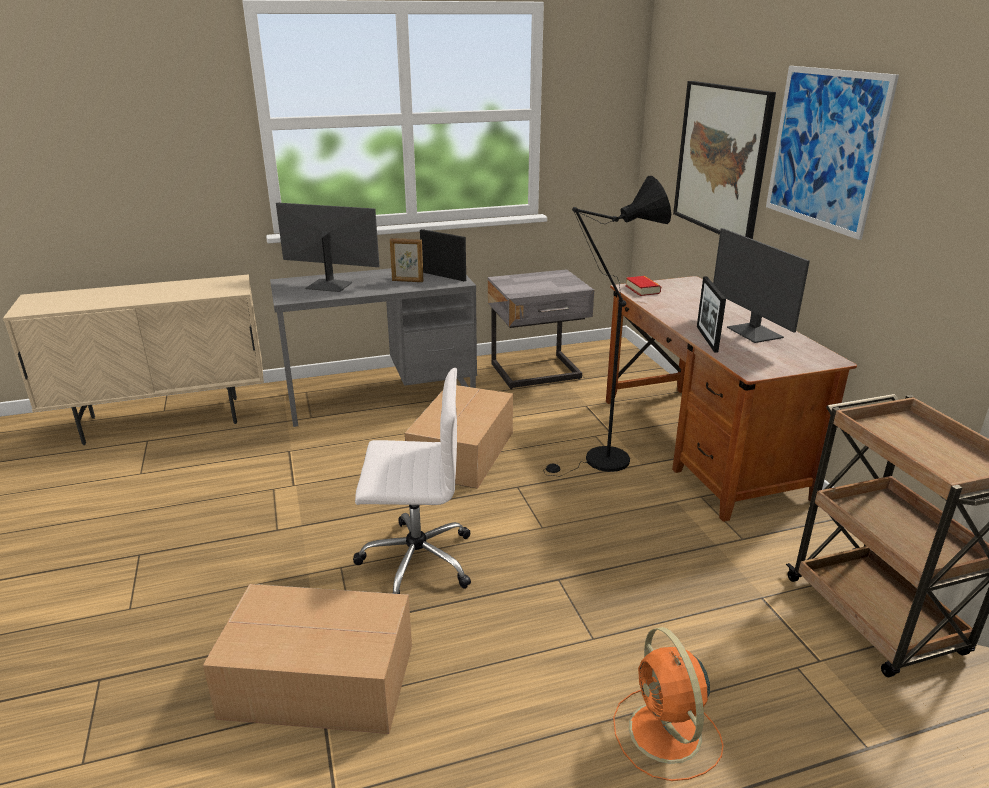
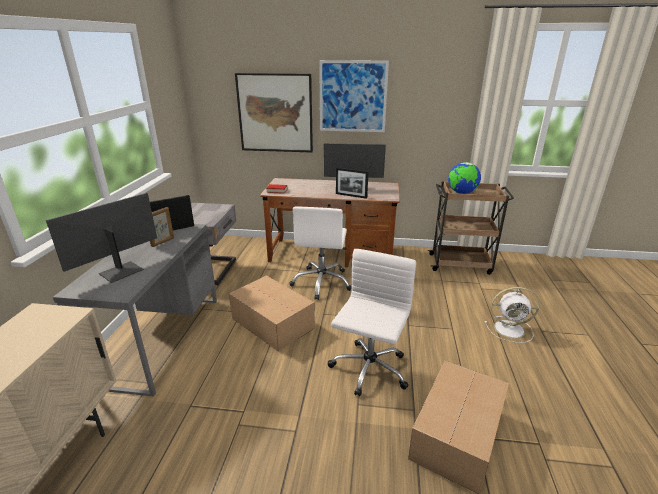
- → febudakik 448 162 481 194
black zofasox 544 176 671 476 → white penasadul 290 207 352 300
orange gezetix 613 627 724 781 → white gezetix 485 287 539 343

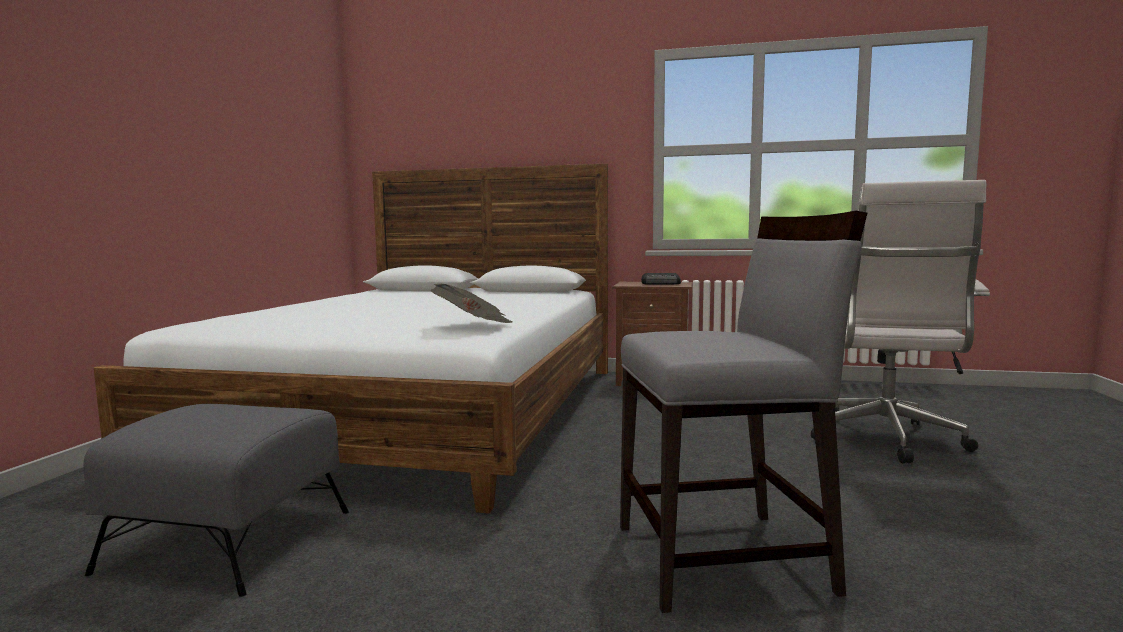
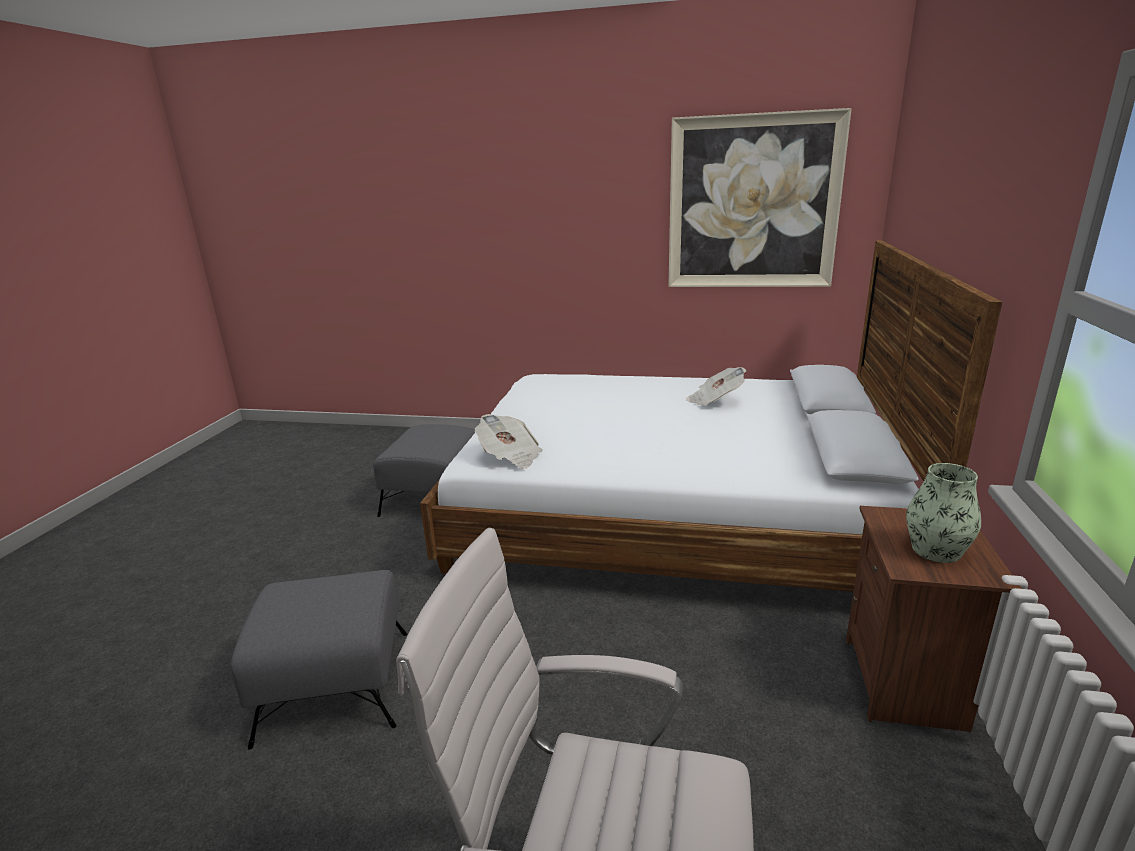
- → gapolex 668 108 852 287
- → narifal 686 367 746 406
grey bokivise 620 211 867 613 → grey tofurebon 231 570 407 750
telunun 641 273 681 284 → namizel 906 463 981 563

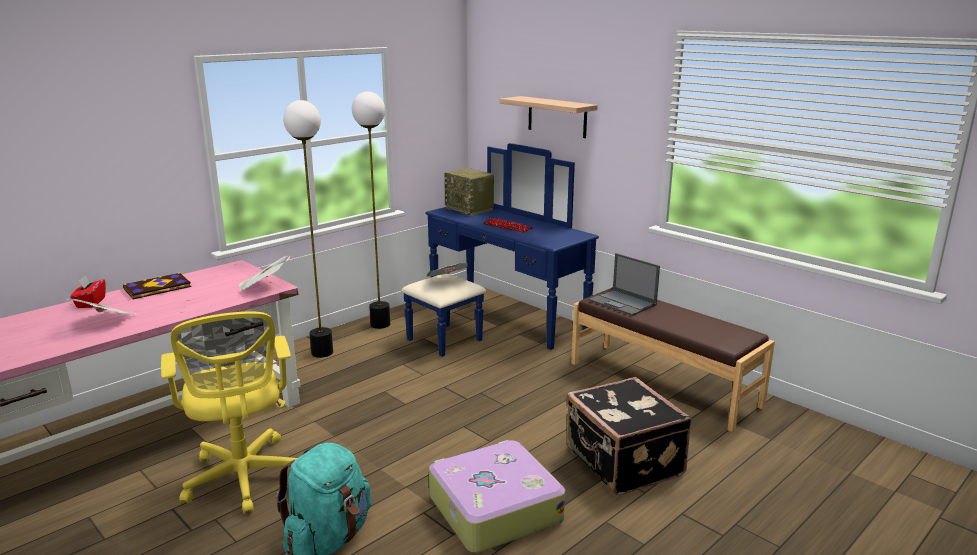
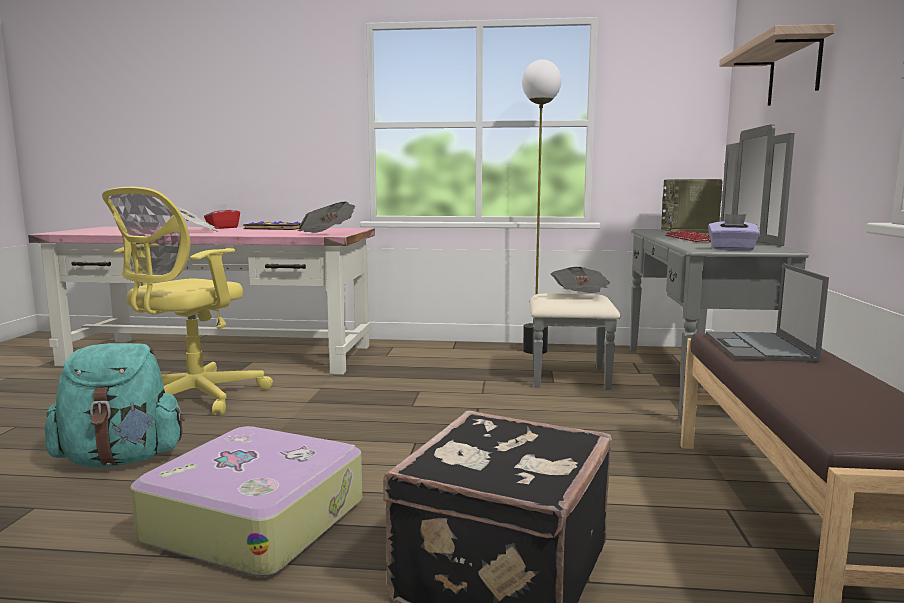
zofasox 283 100 333 358 → -
- → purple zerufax 708 214 760 250
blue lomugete 401 143 599 357 → grey lomugete 530 124 809 424

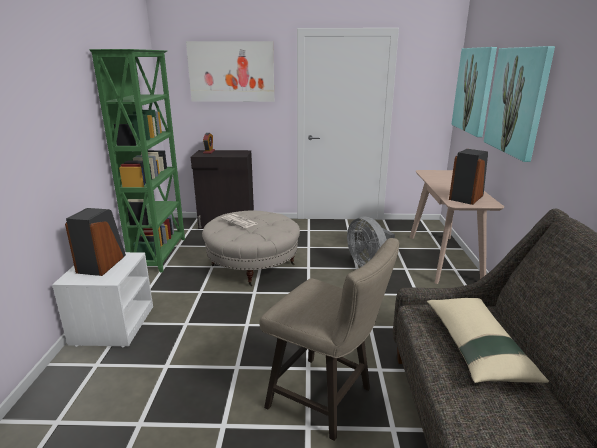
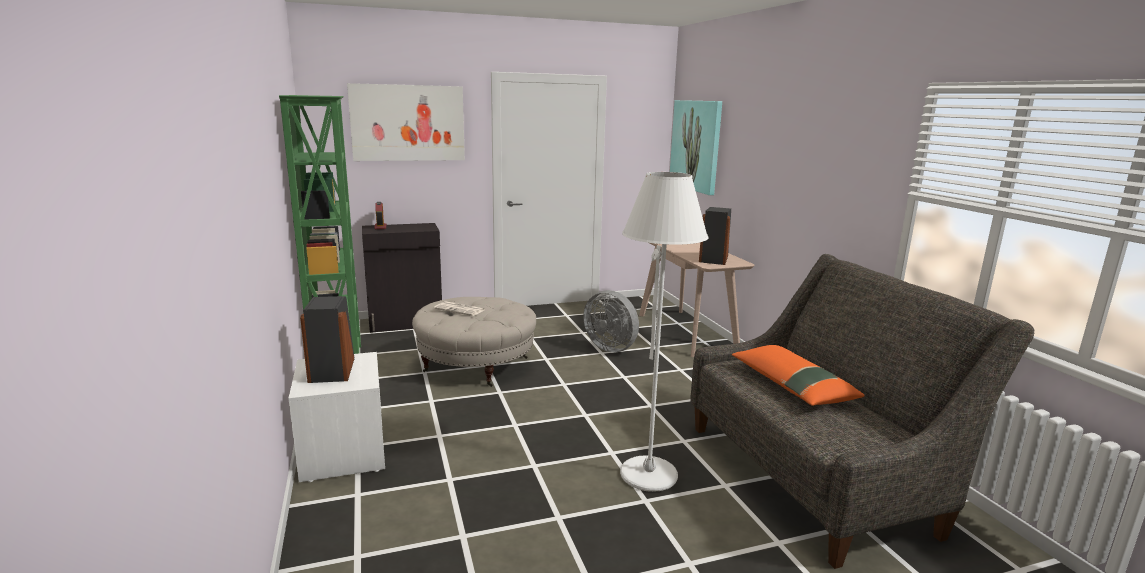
gapolex 484 46 555 162 → -
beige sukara 259 238 400 441 → white zofasox 620 172 708 492
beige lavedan 427 298 549 383 → orange lavedan 732 345 865 406

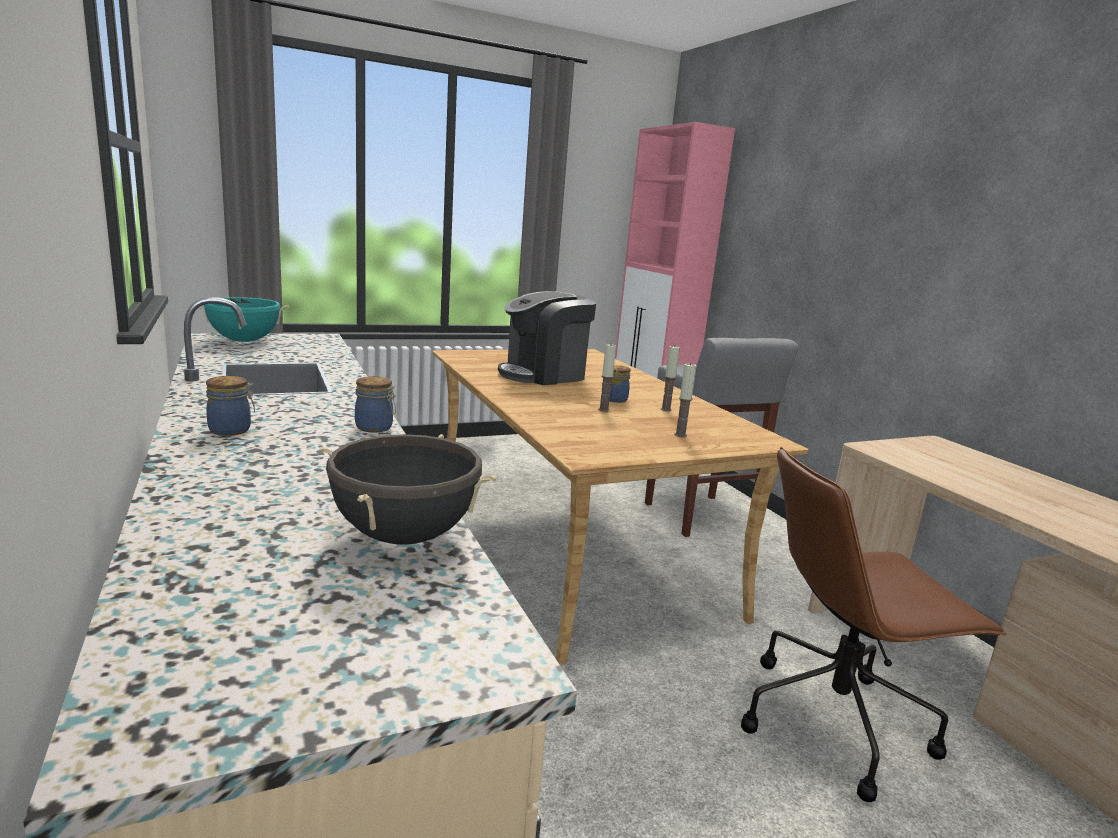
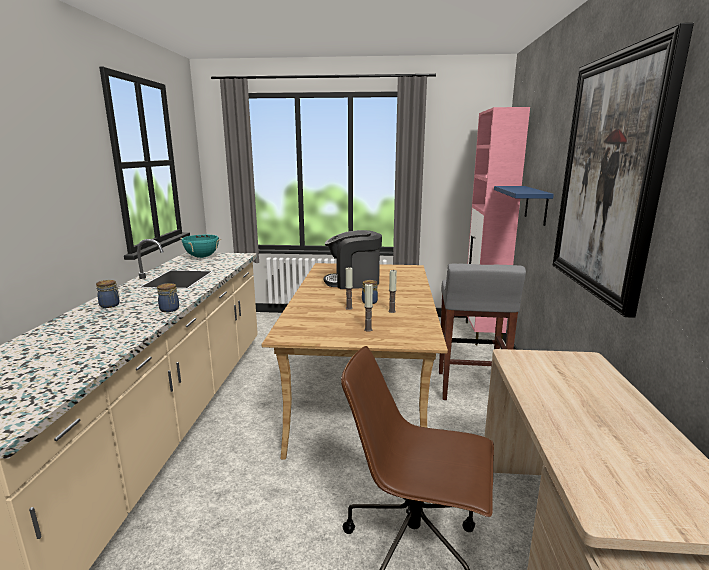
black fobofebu 320 434 497 545 → -
- → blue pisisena 494 186 554 226
- → gapolex 553 23 694 318

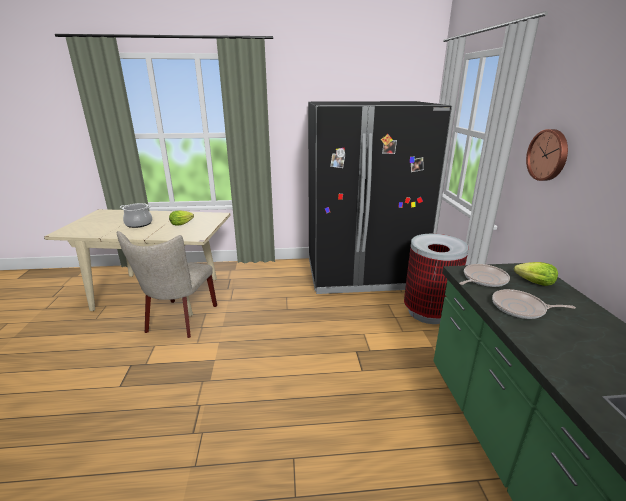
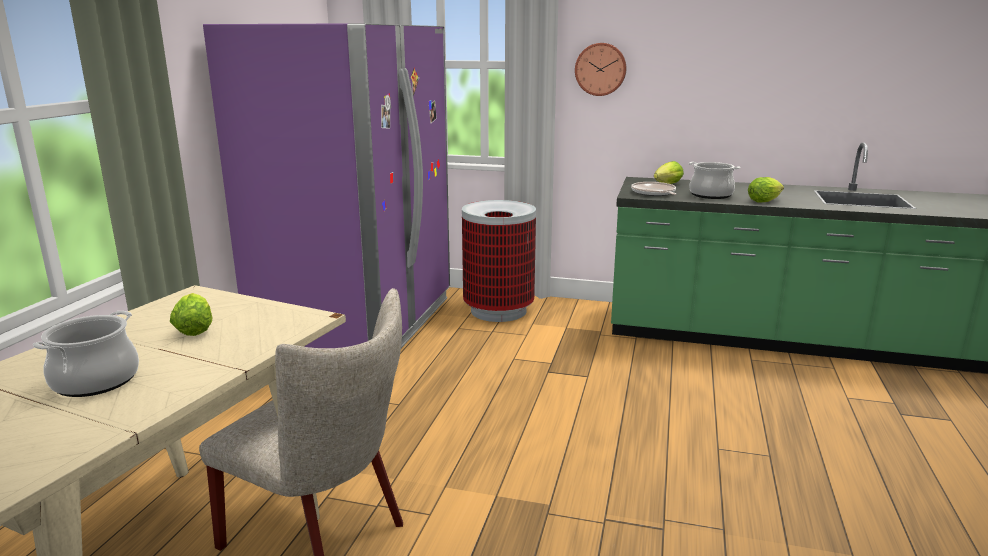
- → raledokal 748 177 784 202
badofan 492 289 576 319 → fobofebu 689 162 741 199
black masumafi 308 101 452 294 → purple masumafi 203 23 450 348

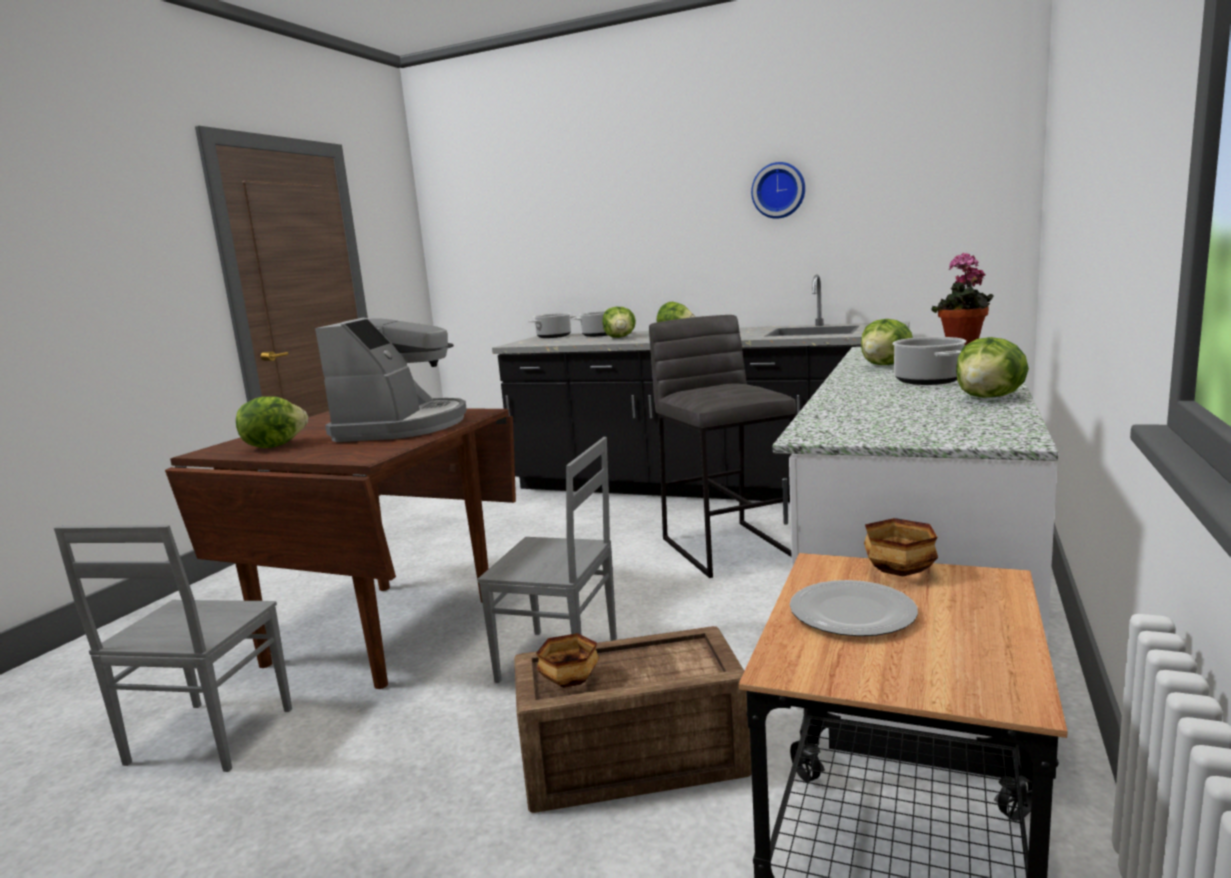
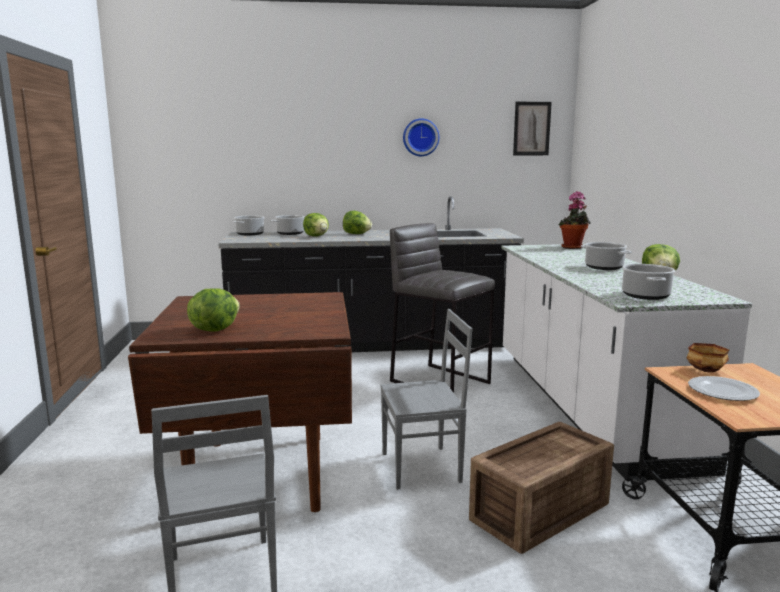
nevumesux 315 318 467 442 → -
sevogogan 536 633 599 688 → -
raledokal 861 319 913 365 → -
- → gapolex 513 102 552 155
- → fobofebu 622 264 675 300

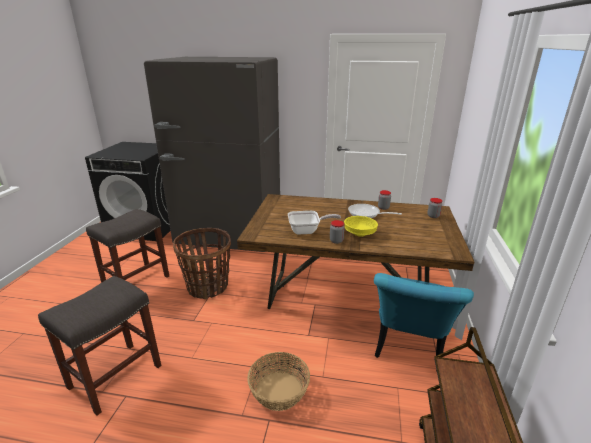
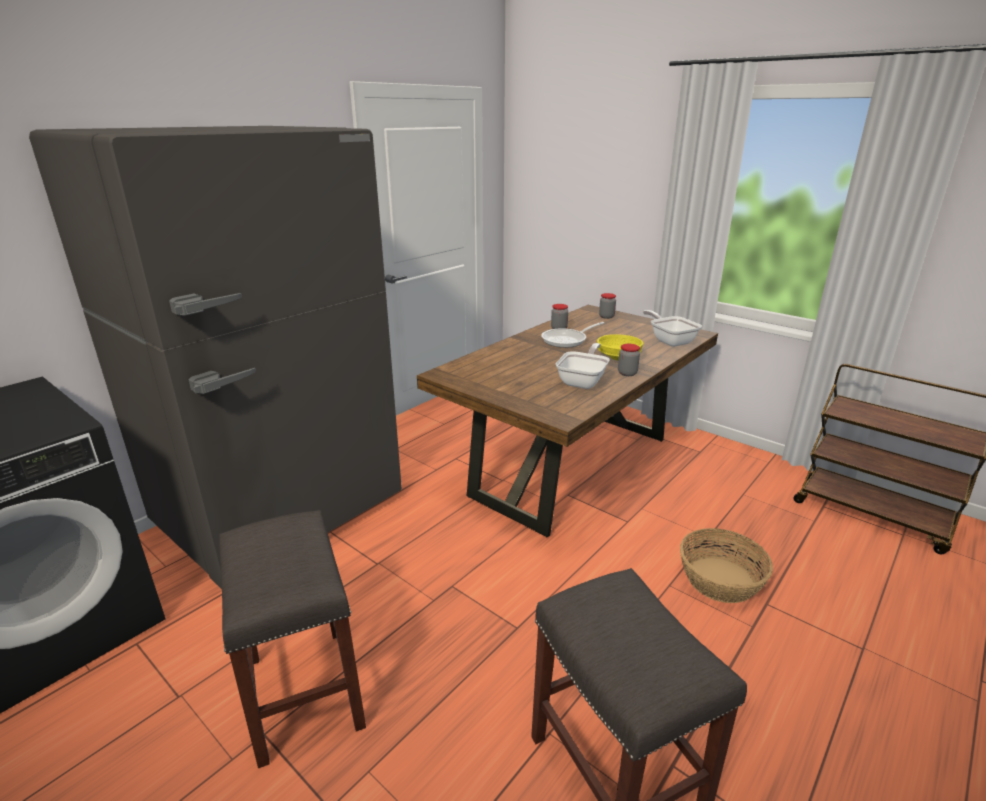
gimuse 173 228 231 299 → -
turquoise bokivise 374 273 474 372 → -
- → badofan 643 310 702 347

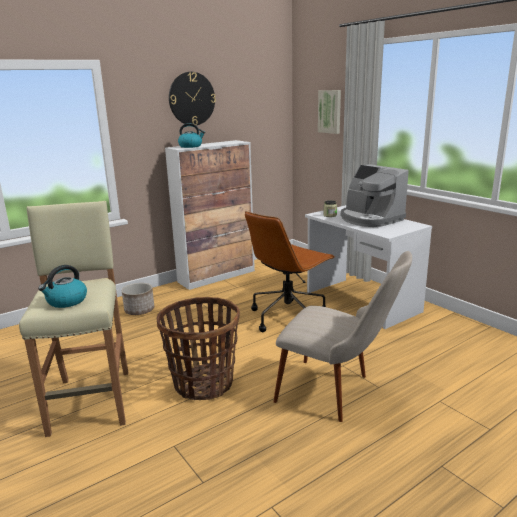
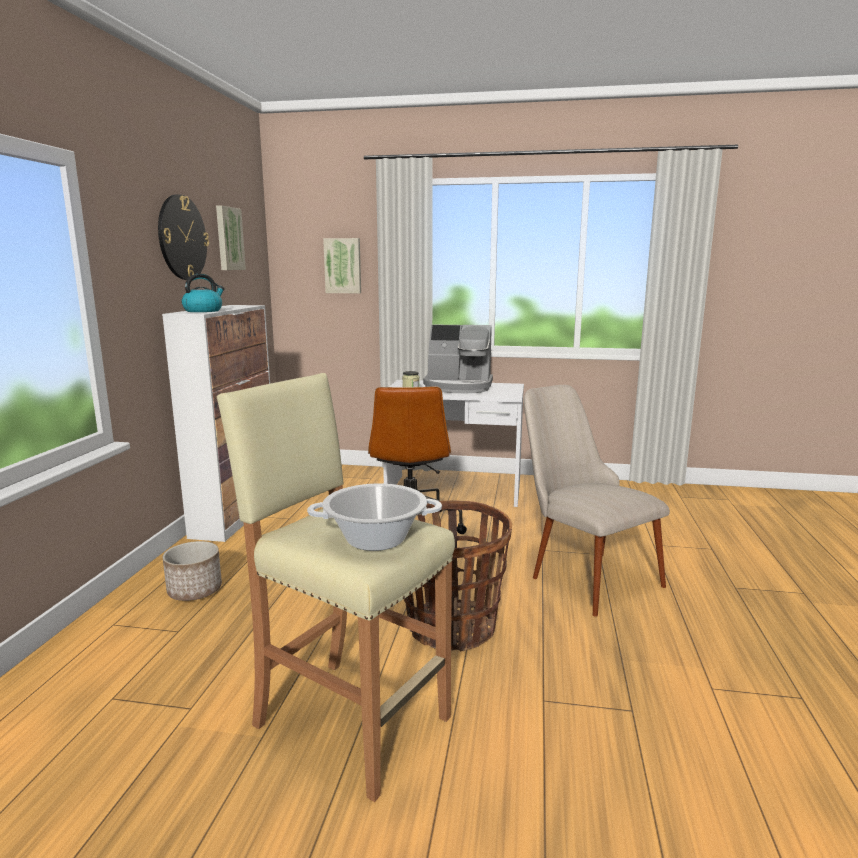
- → gapolex 216 205 246 270
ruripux 38 265 87 308 → fobofebu 307 484 442 551
beige bokivise 273 251 412 422 → beige bokivise 524 385 670 617, 105 degrees counterclockwise

